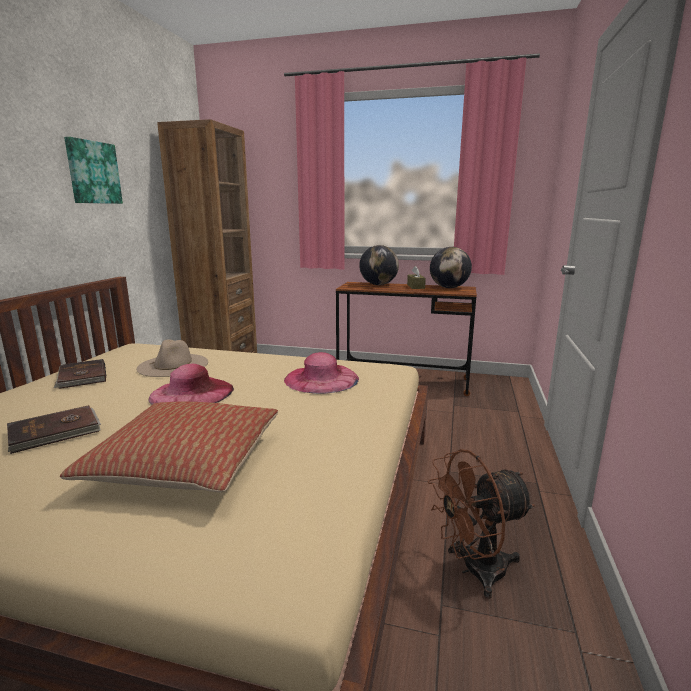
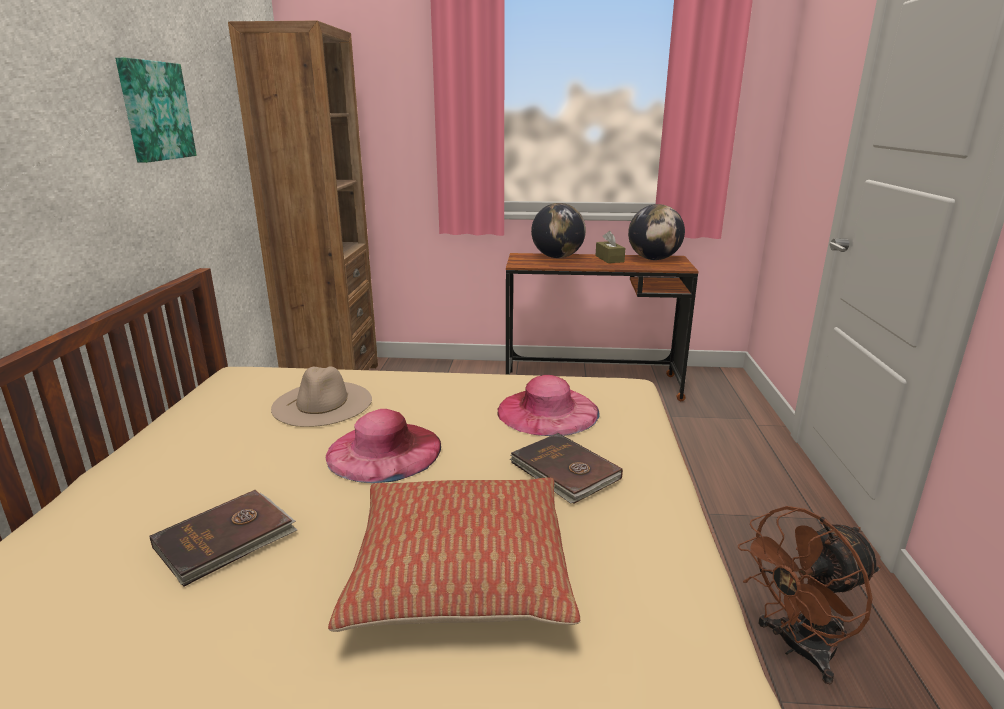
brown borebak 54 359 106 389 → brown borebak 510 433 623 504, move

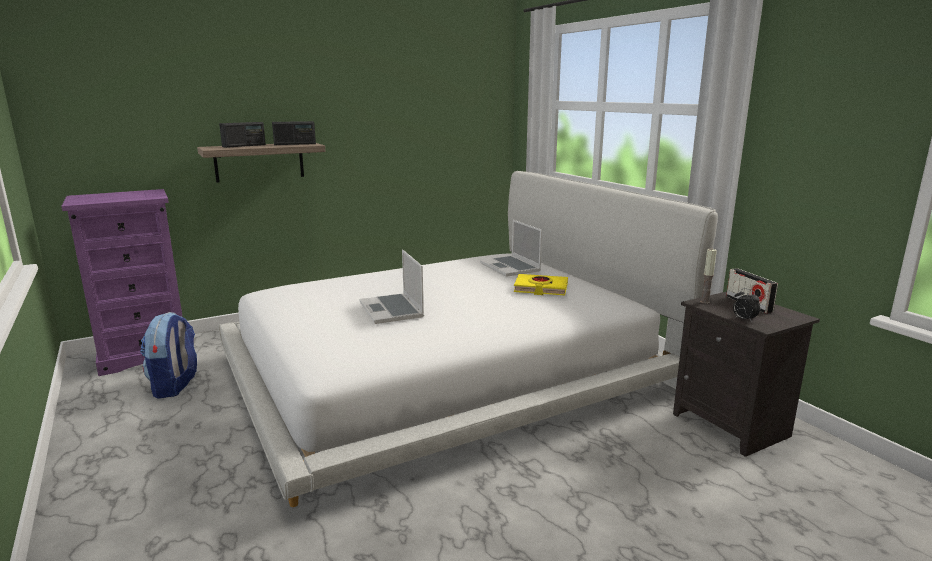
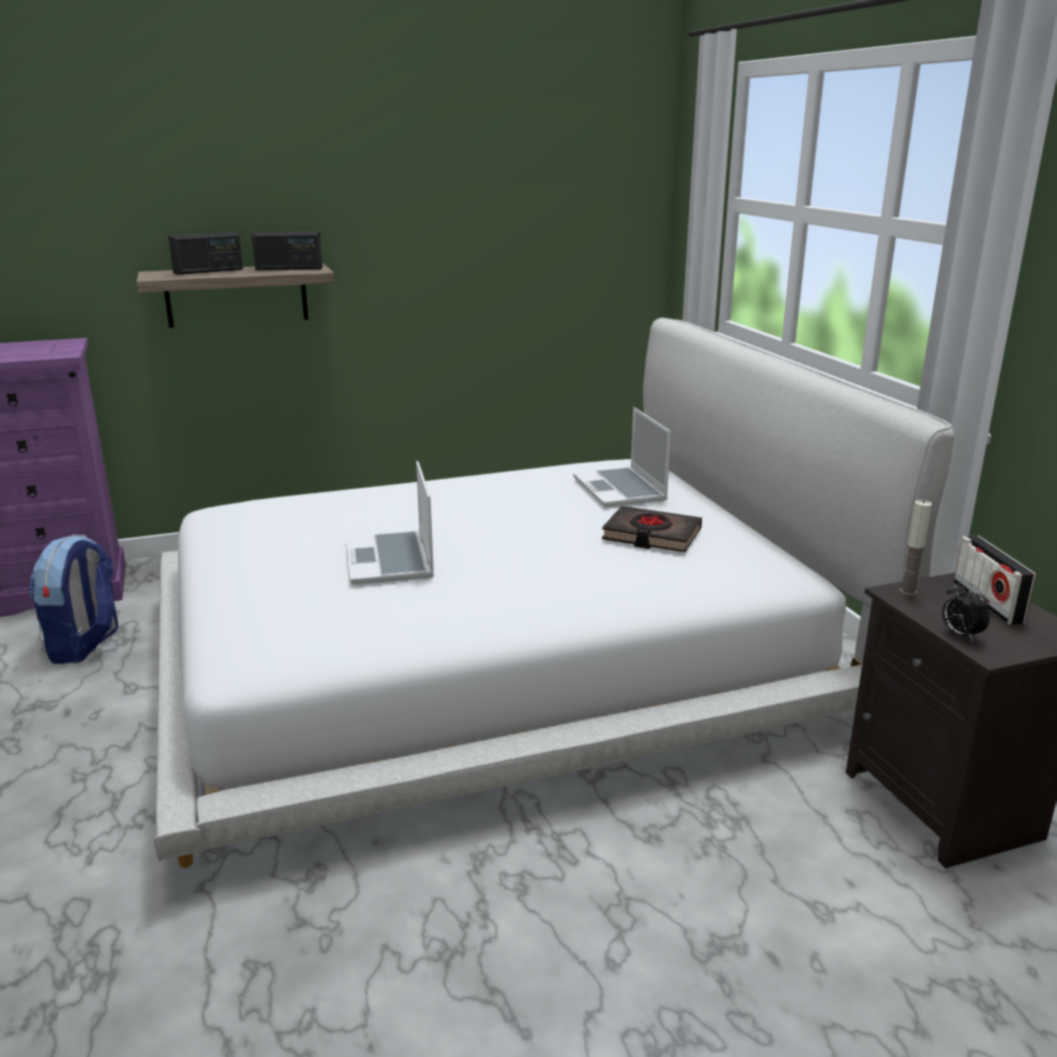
yellow borebak 514 274 568 295 → black borebak 602 506 702 552

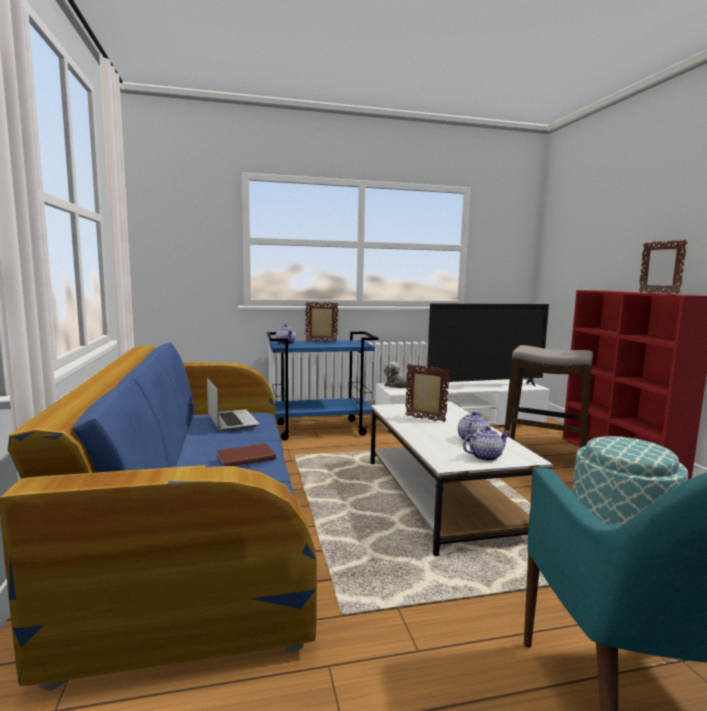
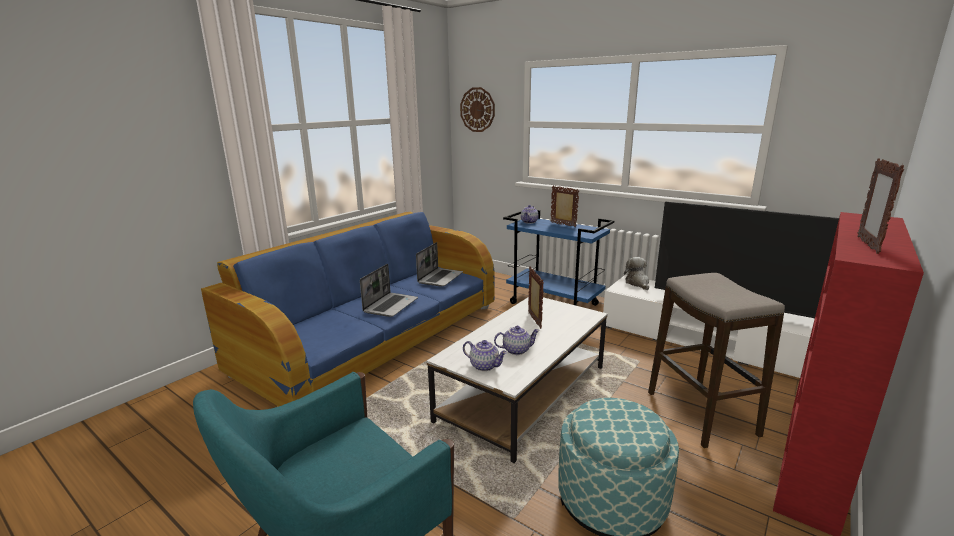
- → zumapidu 460 87 495 132
brown borebak 217 443 276 466 → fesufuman 360 264 418 317

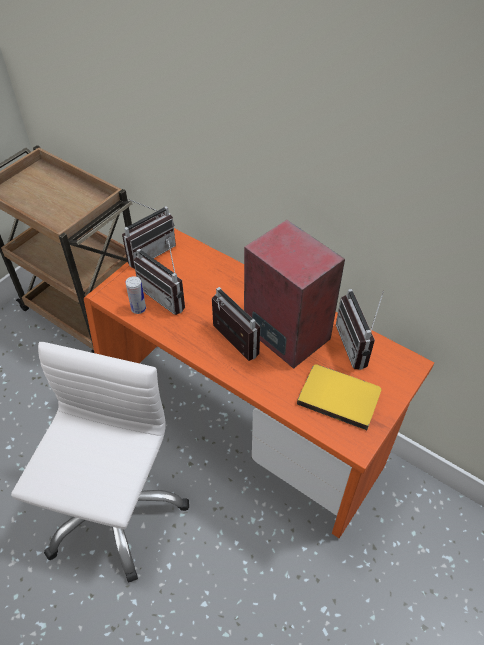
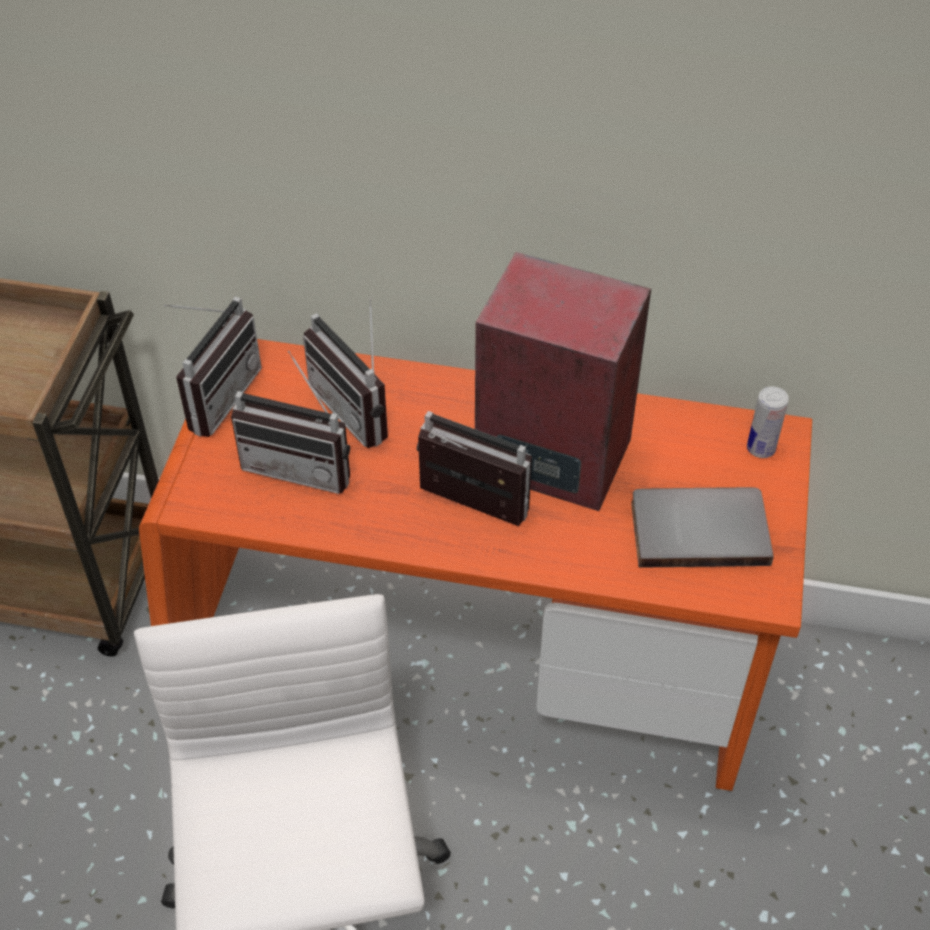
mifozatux 125 276 146 314 → mifozatux 747 387 789 458, move
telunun 336 289 384 370 → telunun 303 298 388 448, move
yellow borebak 297 364 381 430 → grey borebak 631 487 774 567

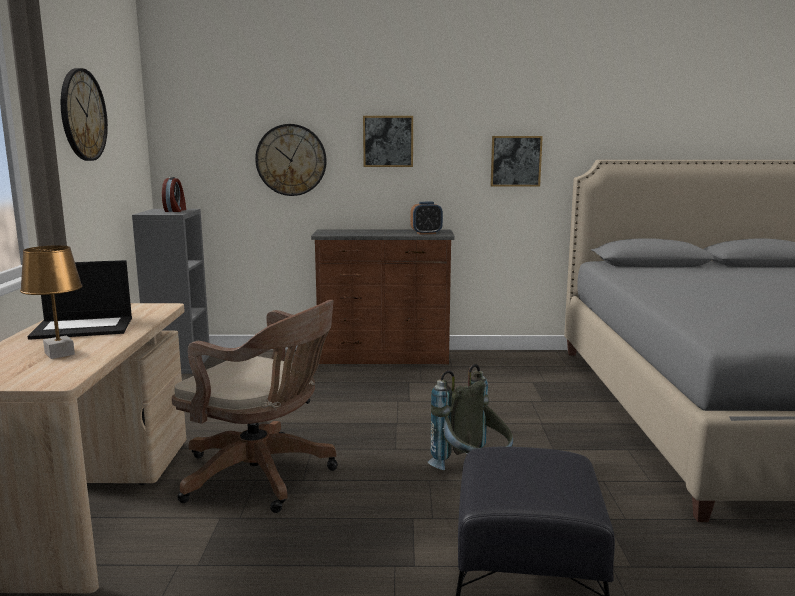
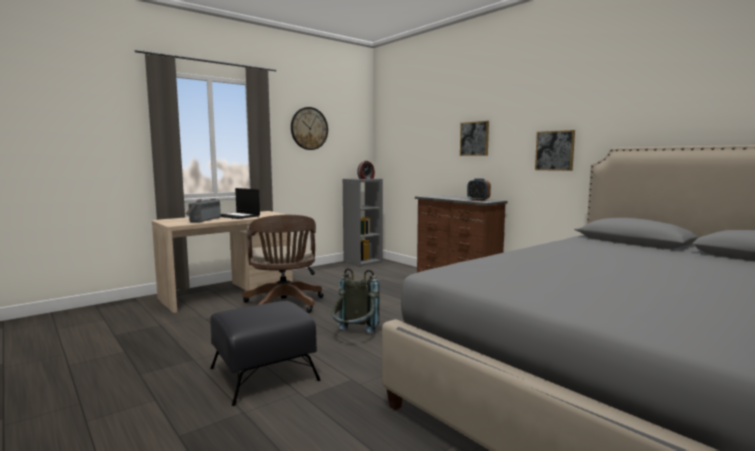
zumapidu 255 124 327 196 → -
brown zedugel 20 245 83 359 → telunun 185 198 221 223

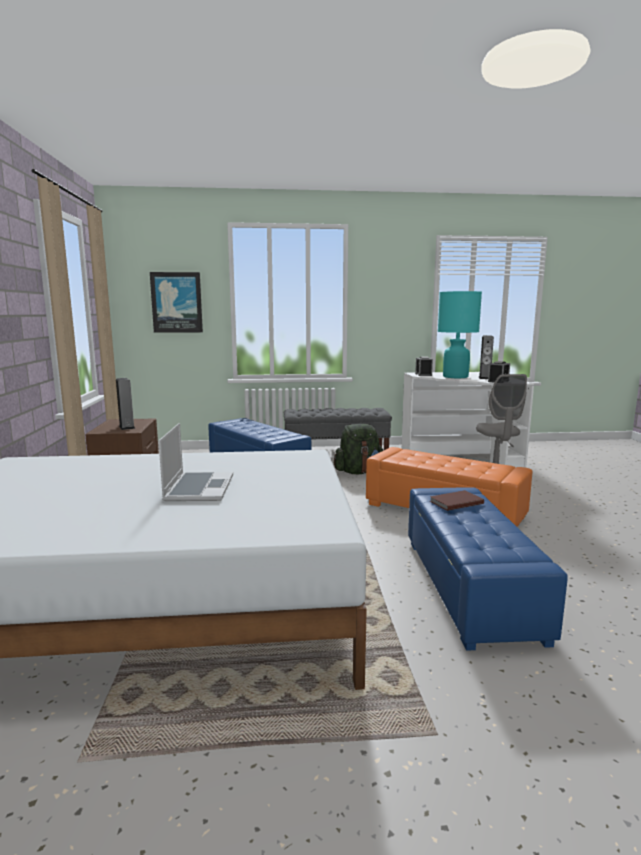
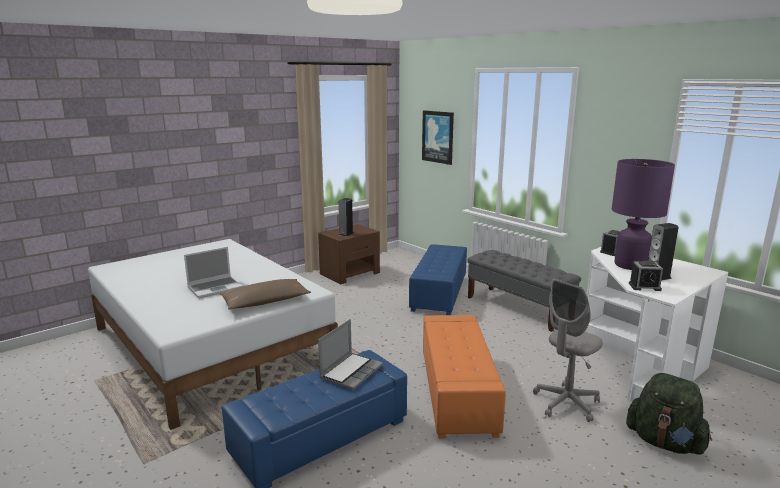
- → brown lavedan 220 279 311 310
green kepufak 334 424 384 474 → green kepufak 626 373 712 455, move
brown borebak 430 490 484 511 → fesufuman 318 319 383 390
turquoise zedugel 438 291 482 378 → purple zedugel 611 159 675 270

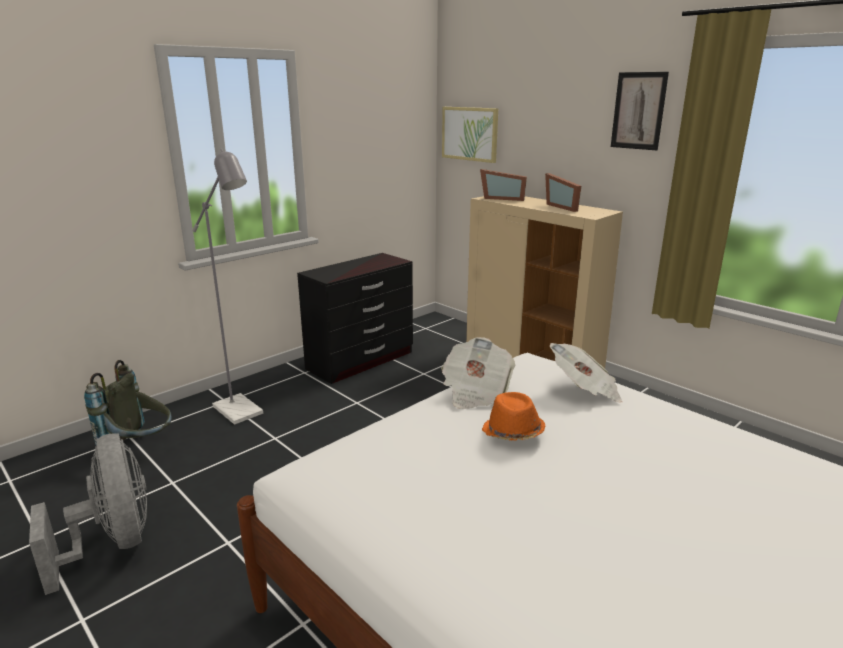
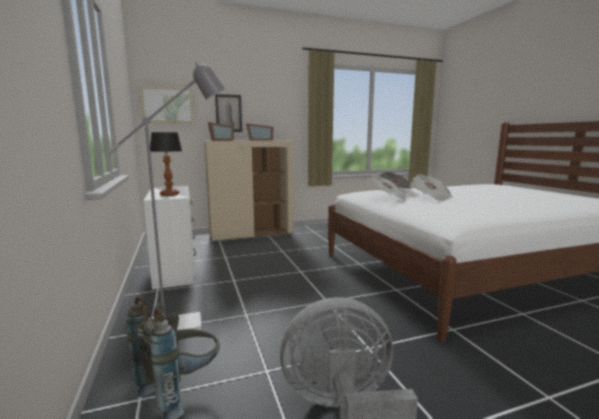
- → zedugel 150 132 182 196
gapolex 611 72 669 151 → gapolex 215 94 242 132, move
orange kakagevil 482 392 546 441 → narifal 413 174 453 202
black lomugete 297 253 413 384 → white lomugete 143 186 196 290

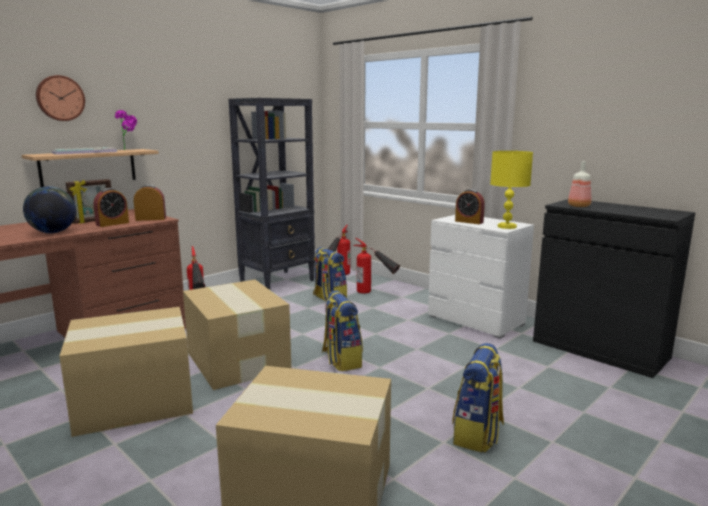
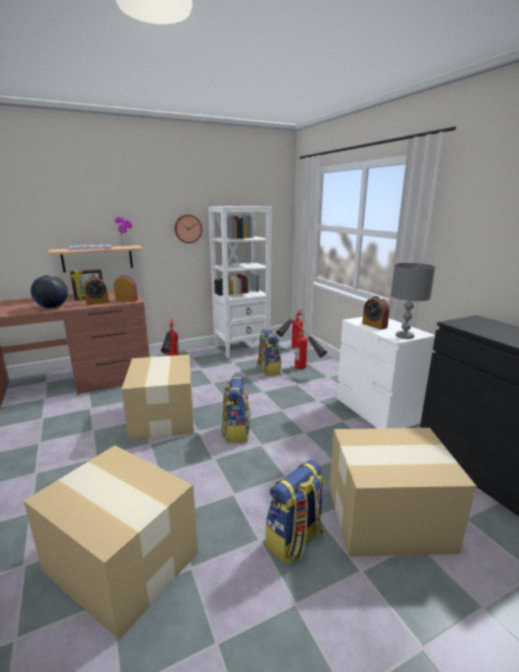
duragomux 568 161 592 207 → -
zumapidu 36 75 85 121 → zumapidu 175 215 202 243, move
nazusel 59 307 193 437 → nazusel 329 428 476 557, move
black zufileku 228 98 315 290 → white zufileku 208 206 272 359
yellow zedugel 490 151 533 229 → grey zedugel 391 263 435 339

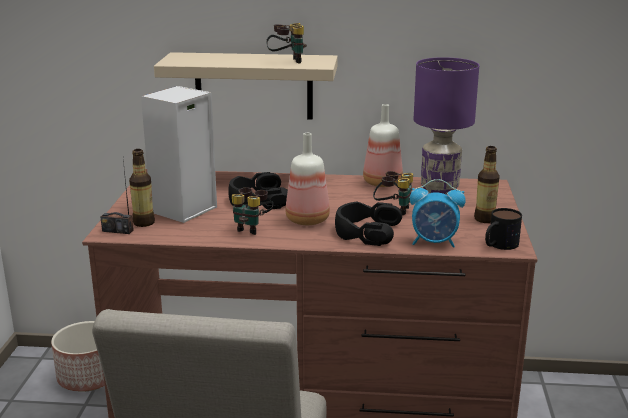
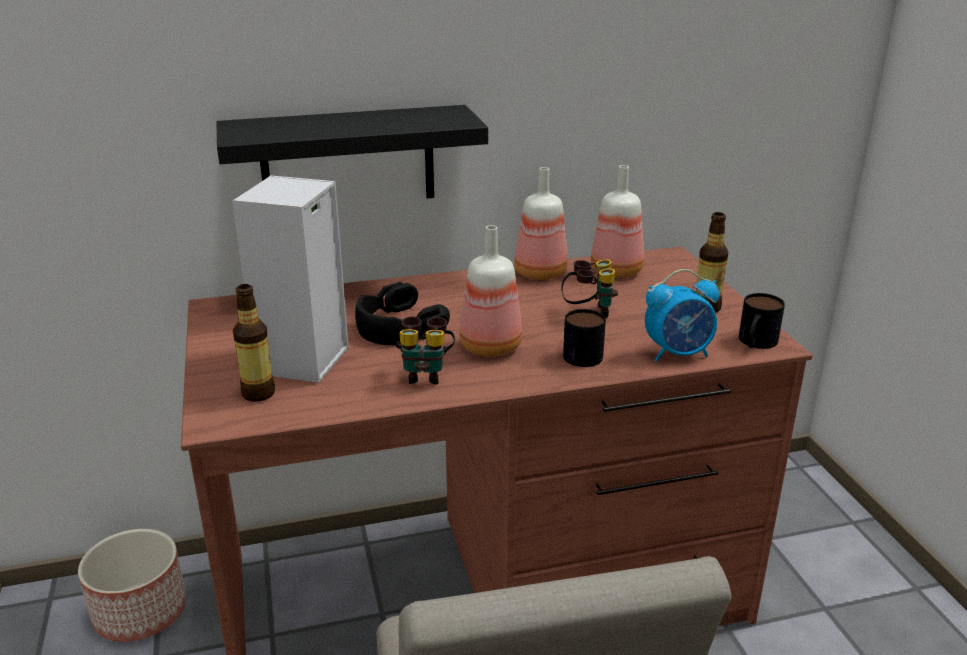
telunun 101 160 134 234 → -
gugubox 266 23 307 63 → -
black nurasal 335 202 402 246 → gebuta 563 309 606 367
purple zedugel 414 57 479 194 → duragomux 590 165 644 278
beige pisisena 154 52 338 119 → black pisisena 217 105 488 198

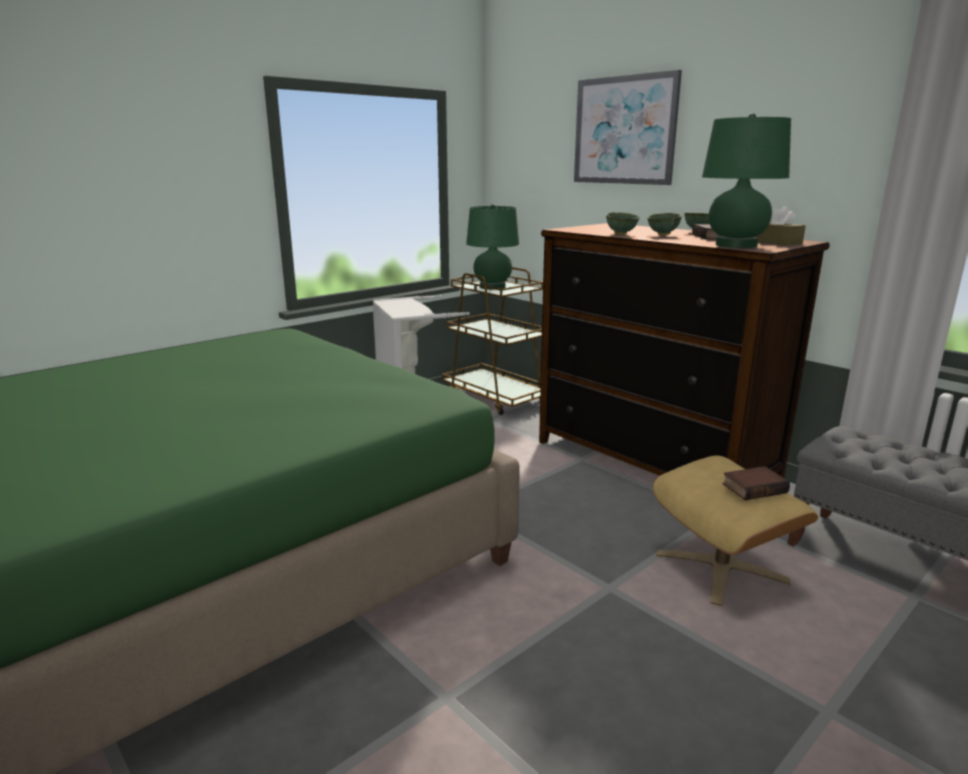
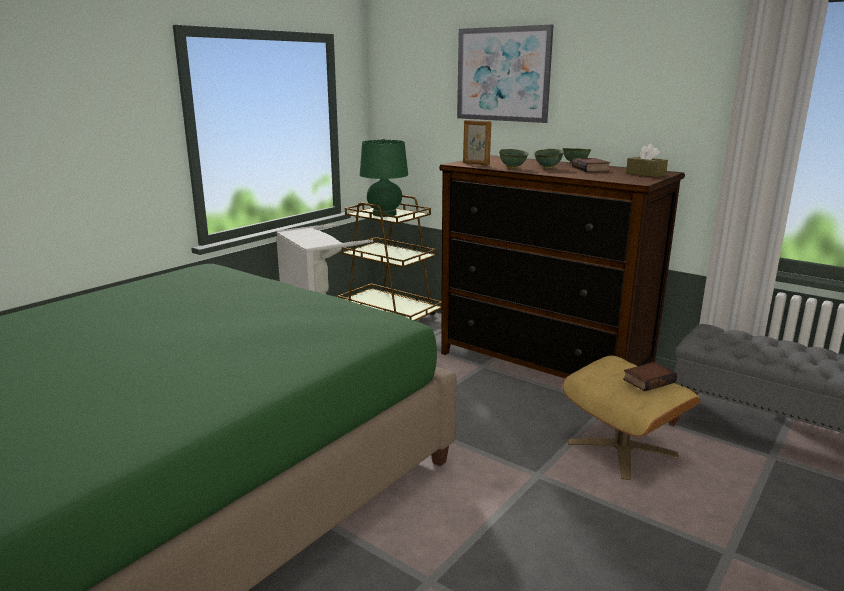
green zedugel 702 113 791 248 → -
- → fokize 463 120 491 166

